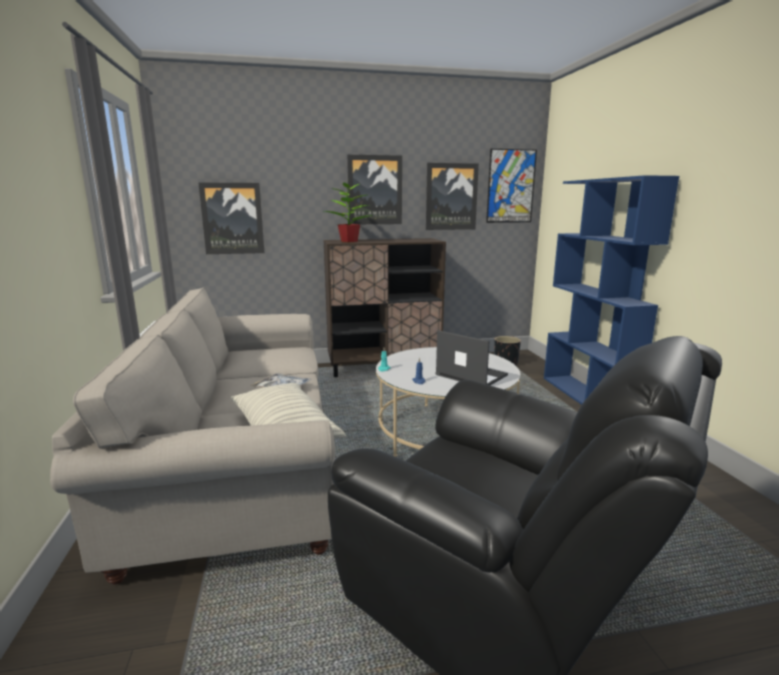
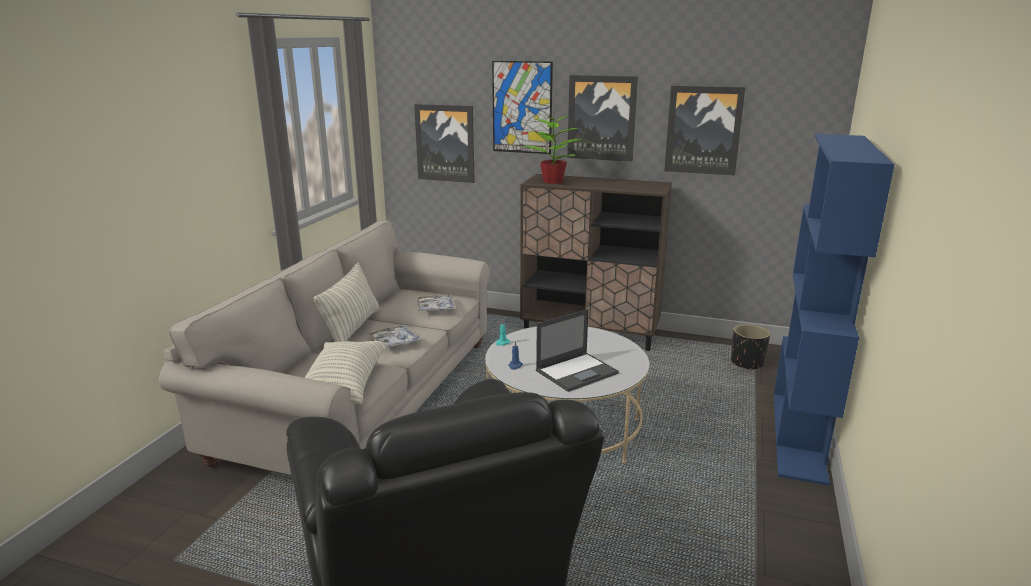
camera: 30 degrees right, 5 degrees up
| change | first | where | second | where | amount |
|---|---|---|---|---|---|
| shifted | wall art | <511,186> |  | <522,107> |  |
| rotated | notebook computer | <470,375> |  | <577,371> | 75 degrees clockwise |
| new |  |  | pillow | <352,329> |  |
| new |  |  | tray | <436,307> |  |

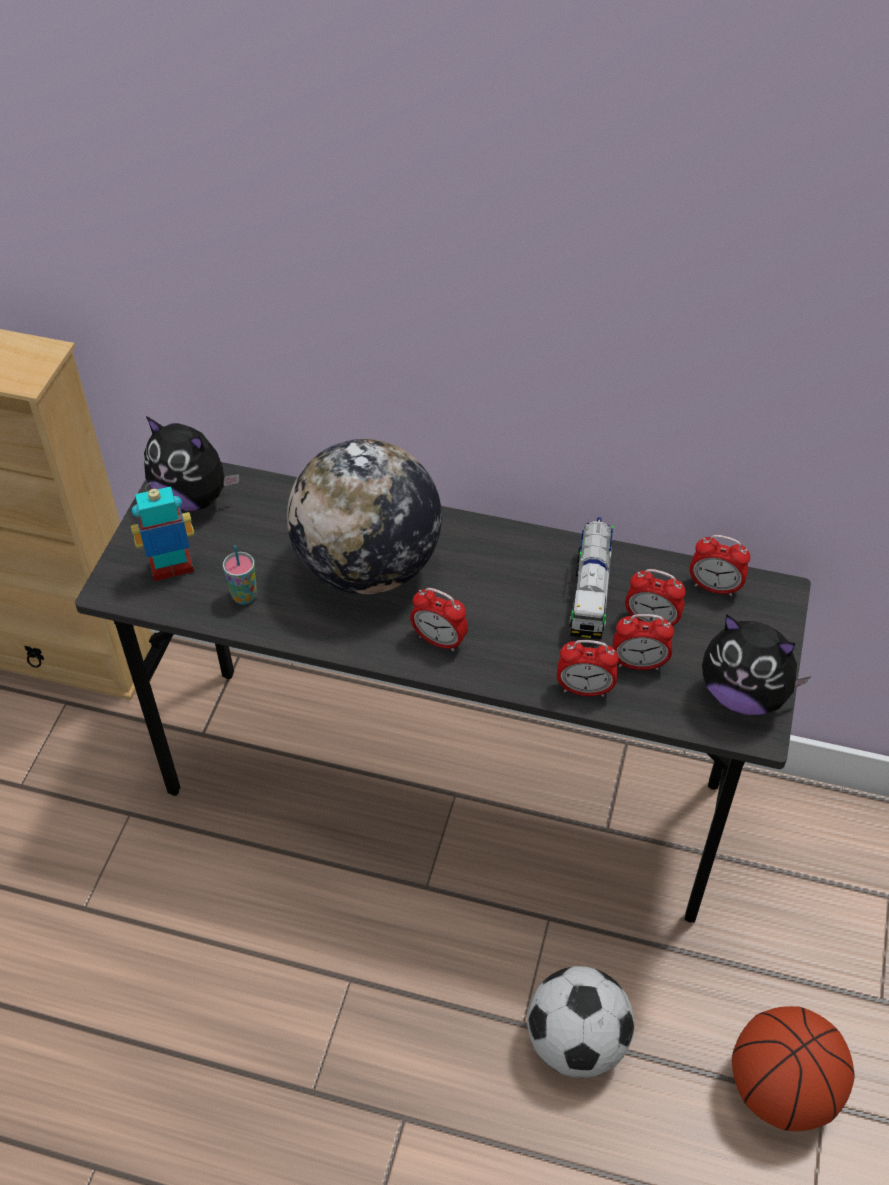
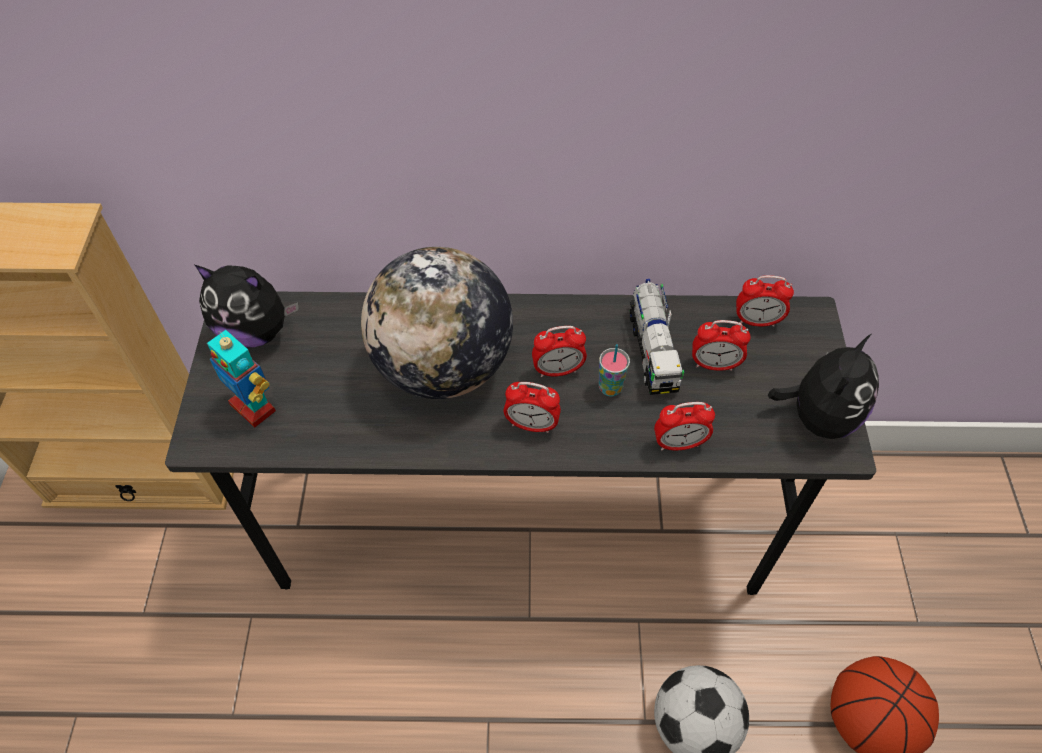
camera: 15 degrees left, 5 degrees up
| change | first | where | second | where | amount |
|---|---|---|---|---|---|
| rotated | toy robot | <172,568> |  | <254,407> | 105 degrees counterclockwise |
| shifted | cup | <244,596> |  | <610,388> |  |
| shifted | bedside clock | <639,663> |  | <558,370> |  |
| rotated | cuddly toy | <743,694> |  | <818,416> | 75 degrees counterclockwise |

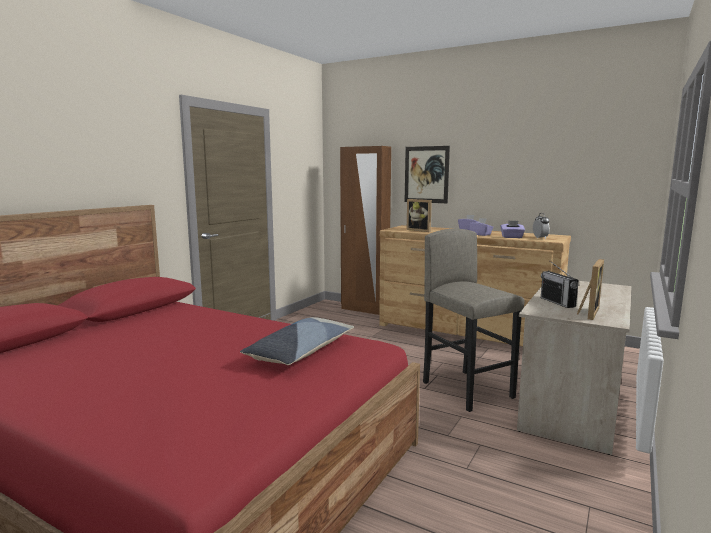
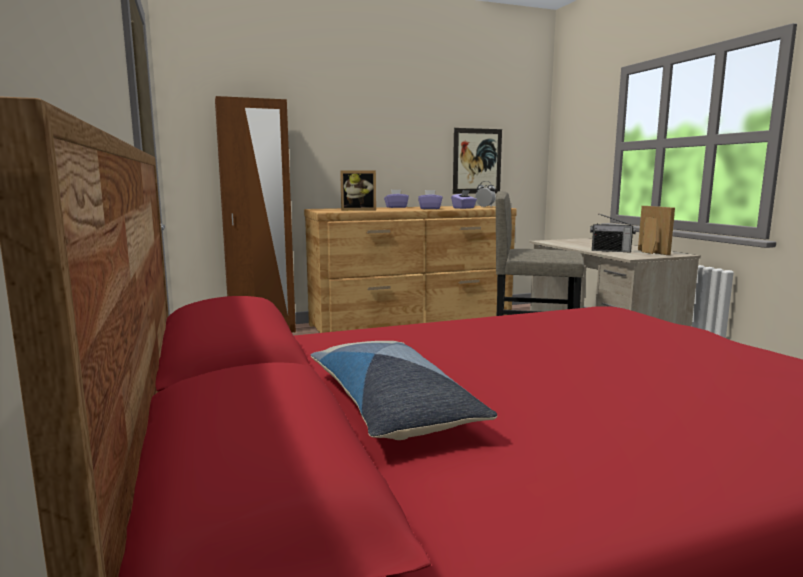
camera: 50 degrees left, 0 degrees up
| change | first | where | second | where | amount |
|---|---|---|---|---|---|
| shifted | wall art | <426,174> |  | <477,161> |  |
| shifted | pillow | <300,351> |  | <390,406> |  |

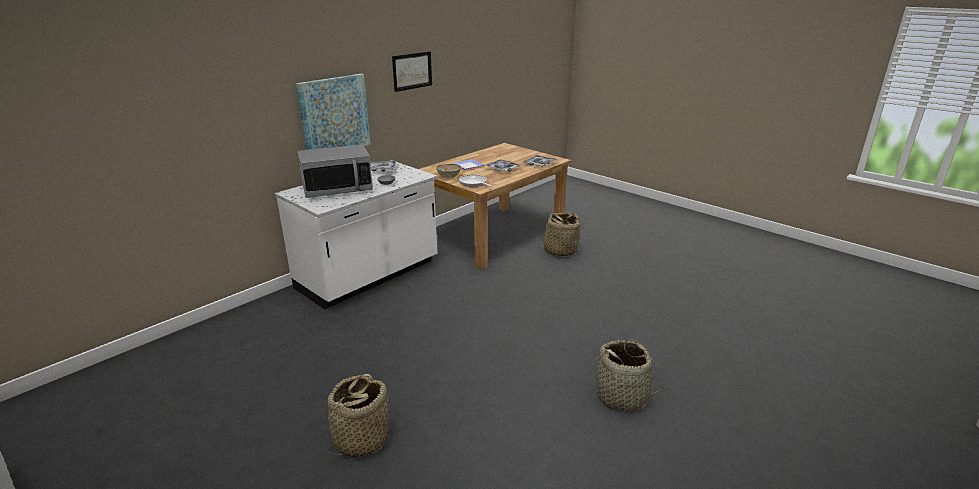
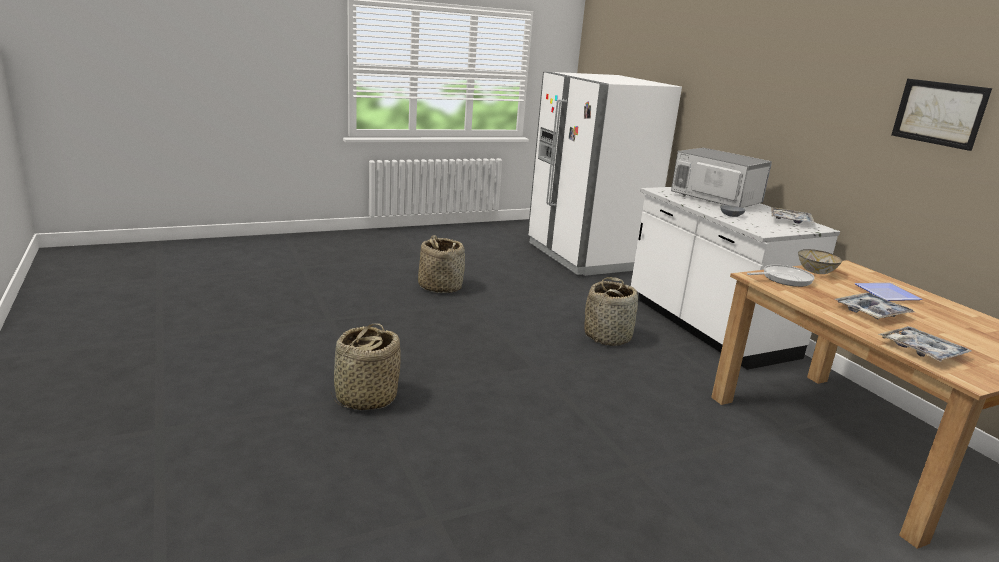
camera: 110 degrees right, 5 degrees down
| change | first | where | second | where | amount |
|---|---|---|---|---|---|
| gone | wall art | <334,115> |  |  |  |
| rotated | microwave | <337,189> |  | <715,199> | 135 degrees clockwise |
| shifted | household basket | <560,250> |  | <608,336> |  |
| new |  |  | refrigerator/white-coloured | <586,256> |  |

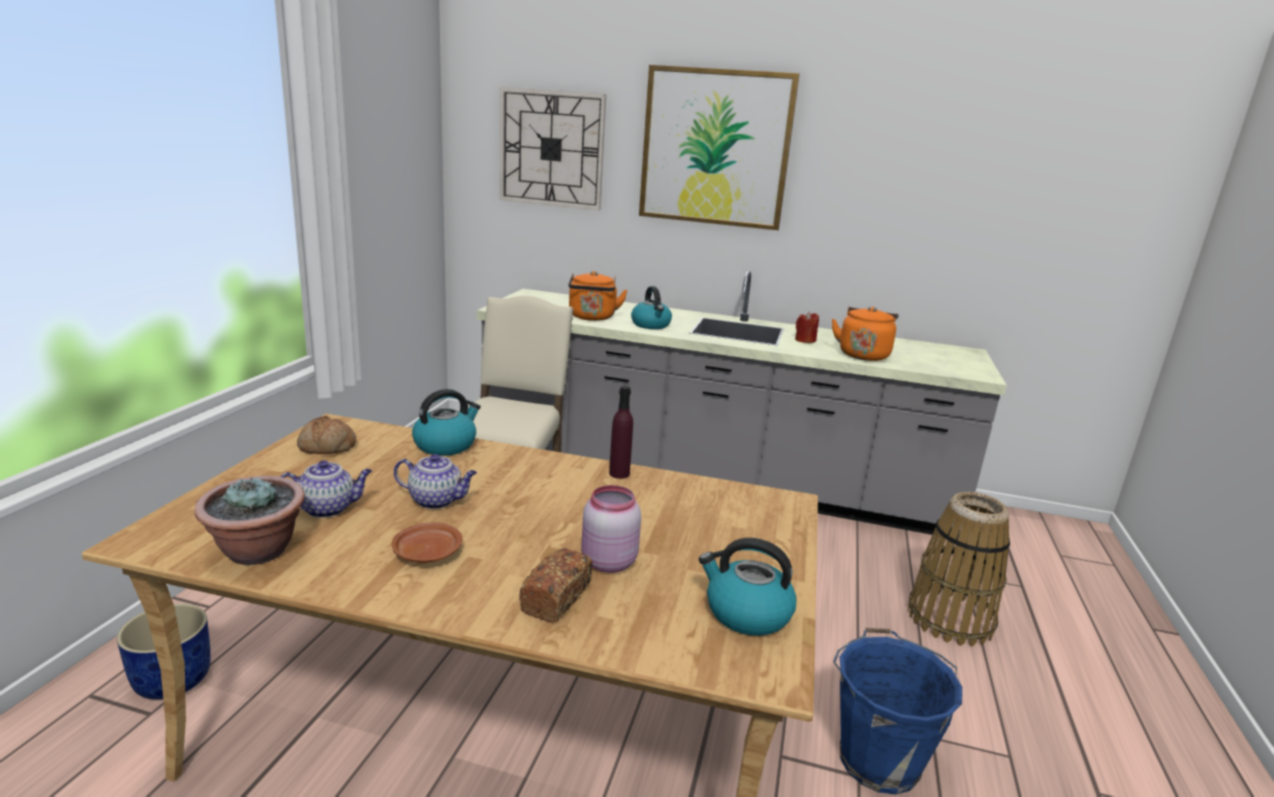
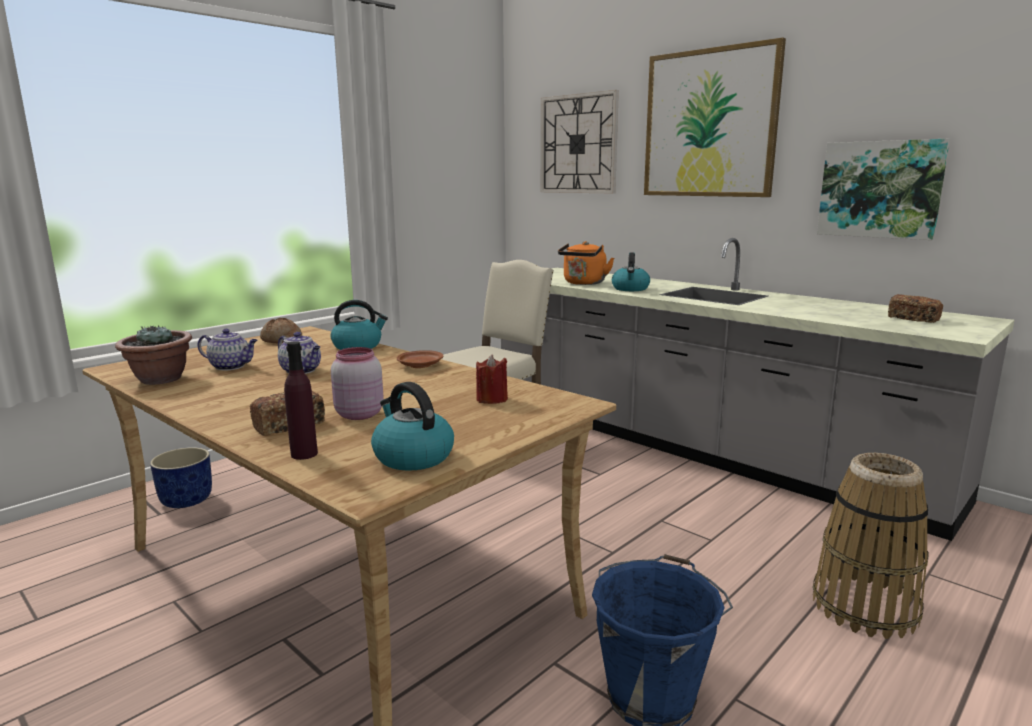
camera: 30 degrees right, 5 degrees down
| change | first | where | second | where | amount |
|---|---|---|---|---|---|
| gone | tea kettle/orange | <863,354> |  |  |  |
| shifted | wax light/red | <805,340> |  | <492,399> |  |
| shifted | bottle/purple | <619,474> |  | <304,454> |  |
| shifted | plate/brown-coloured | <427,553> |  | <420,366> |  |
| new |  |  | wall art | <880,189> |  |
| new |  |  | bakery bread | <913,319> |  |

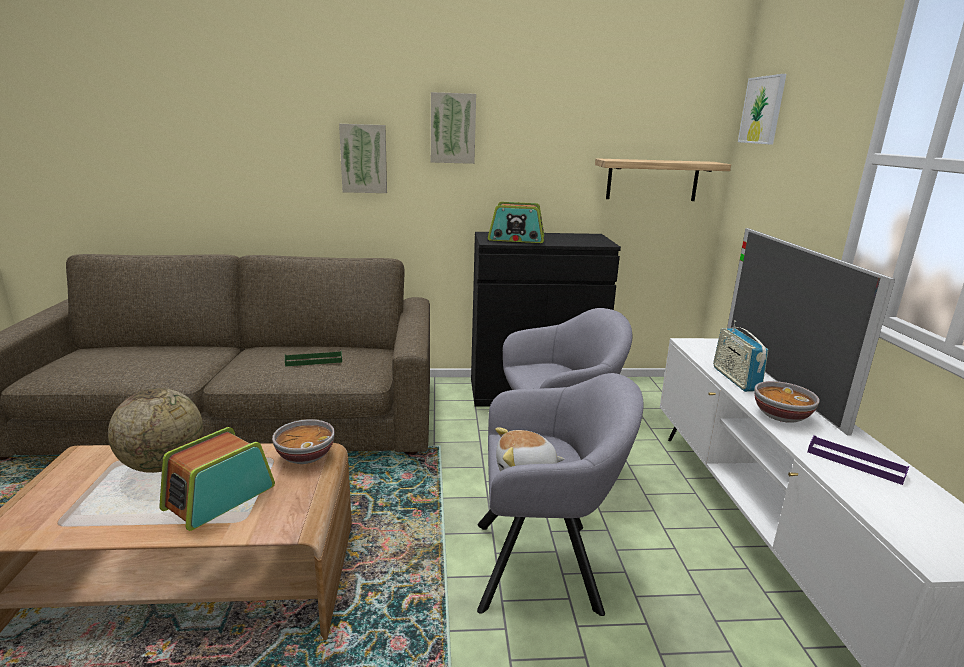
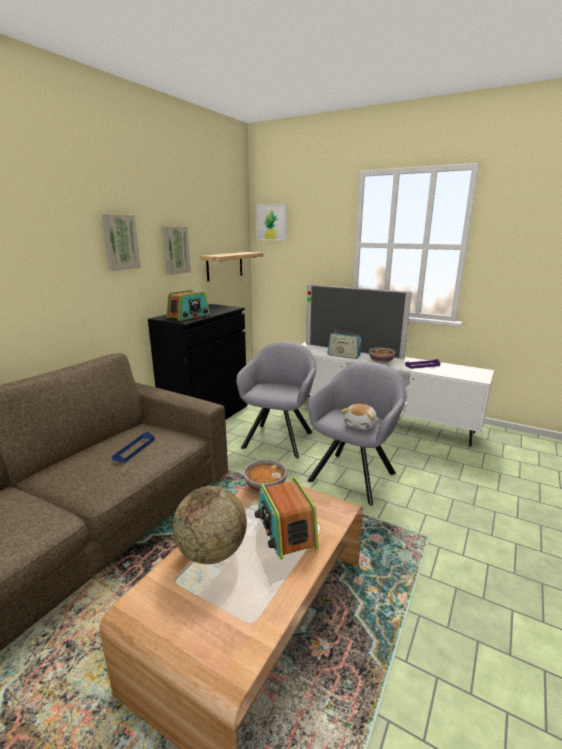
camera: 55 degrees left, 0 degrees up
| change | first | where | second | where | amount |
|---|---|---|---|---|---|
| shifted | wall art | <364,158> |  | <175,250> |  |
| repainted | tray/greenish | <314,361> | tray/blue | <134,449> |  |

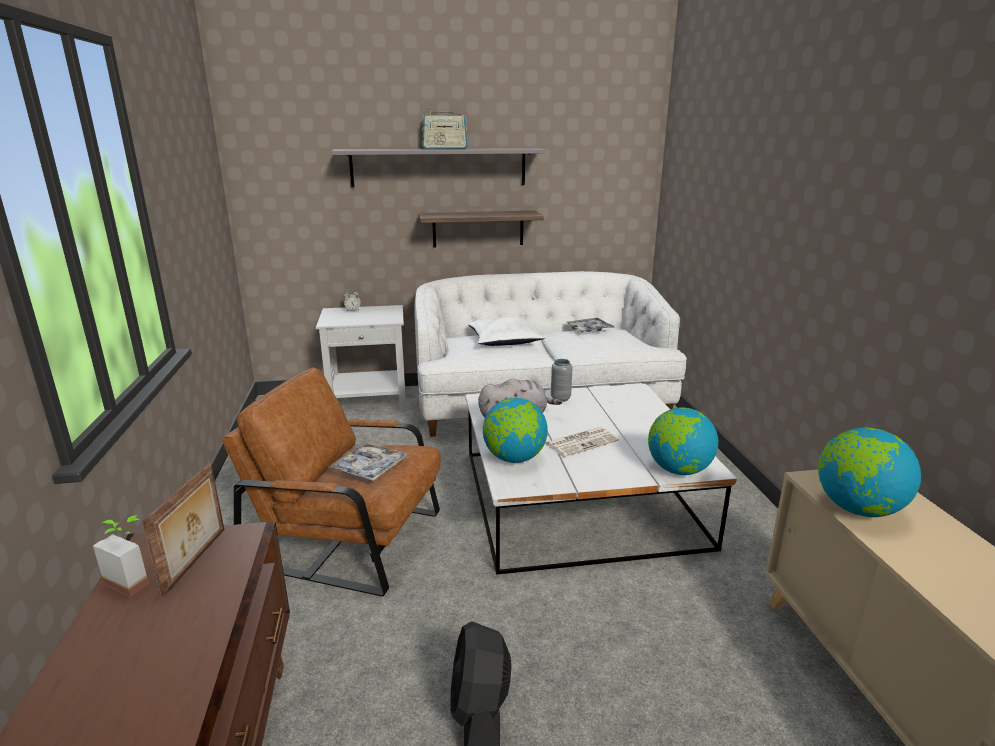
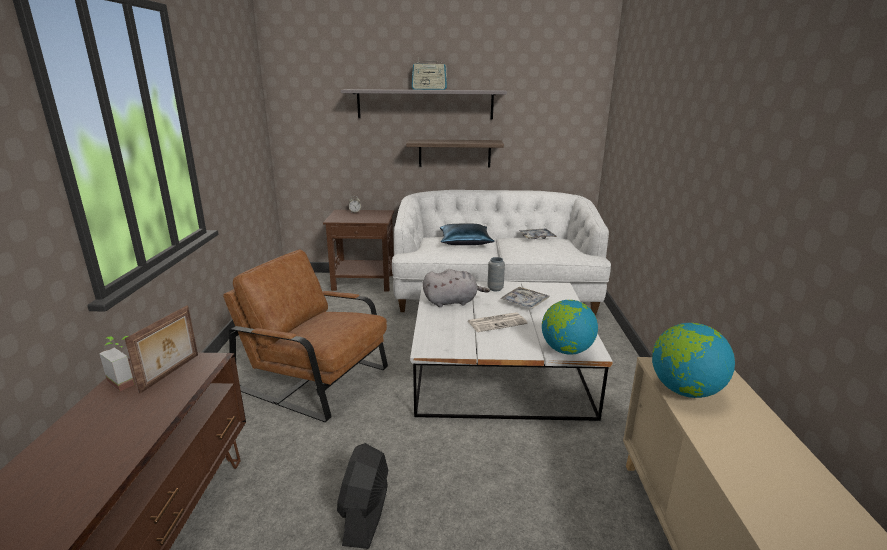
camera: 10 degrees right, 0 degrees up
| change | first | where | second | where | amount |
|---|---|---|---|---|---|
| repainted | end table/white-coloured | <369,401> | end table/brown-coloured | <364,282> |  |
| repainted | pillow/white-coloured | <504,340> | pillow/blue | <465,242> |  |
| gone | desk globe | <514,458> |  |  |  |
| shifted | tray | <369,467> |  | <524,302> |  |

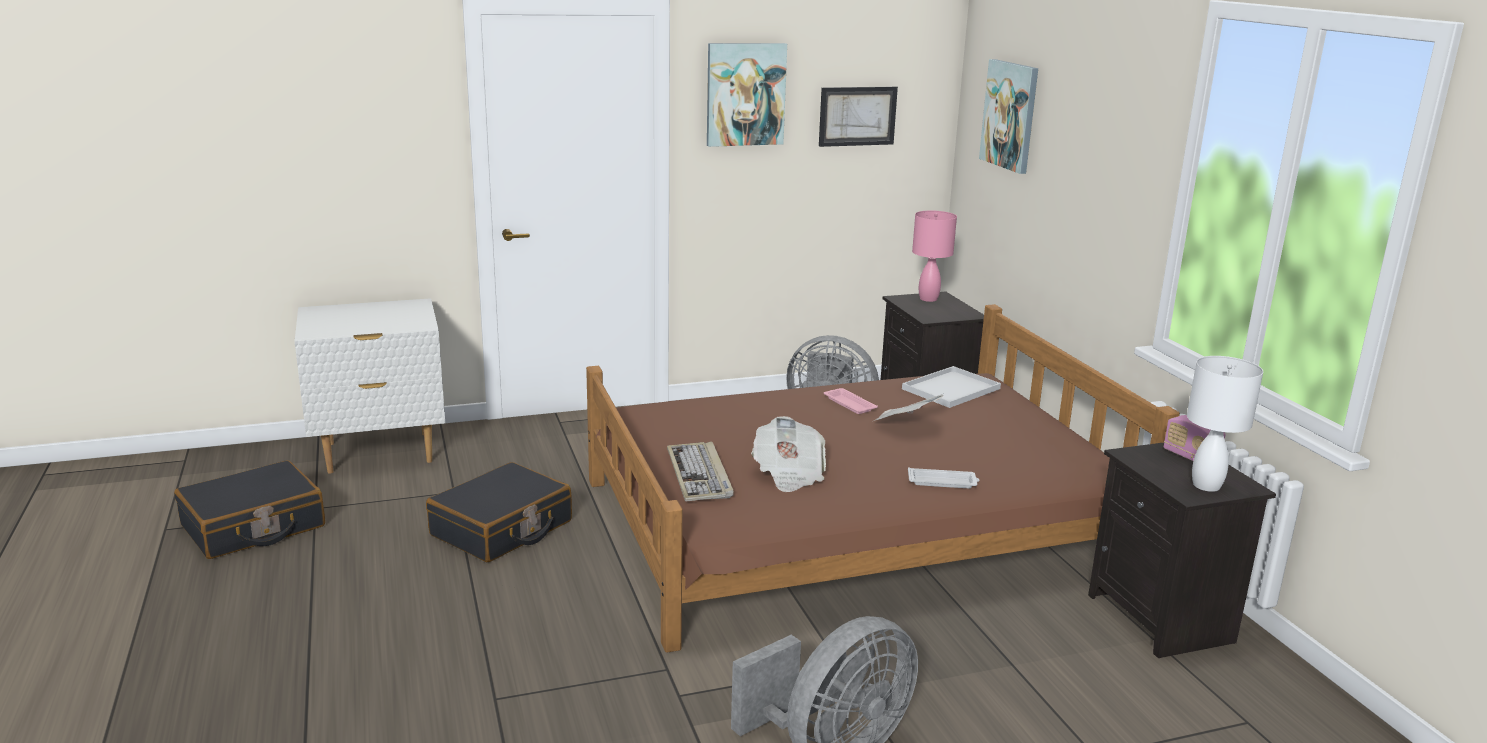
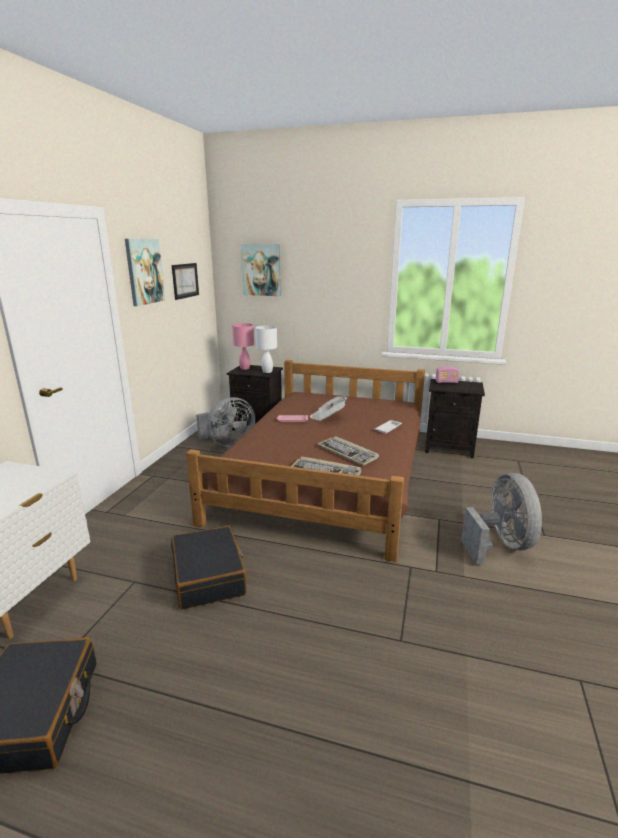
camera: 55 degrees left, 0 degrees up
| change | first | where | second | where | amount |
|---|---|---|---|---|---|
| shifted | tabletop lamp/white-coloured | <1207,485> |  | <267,371> |  |
| gone | tray/white-coloured | <951,388> |  |  |  |
| swapped | daily paper | <788,474> | PC keyboard | <348,453> |  |

